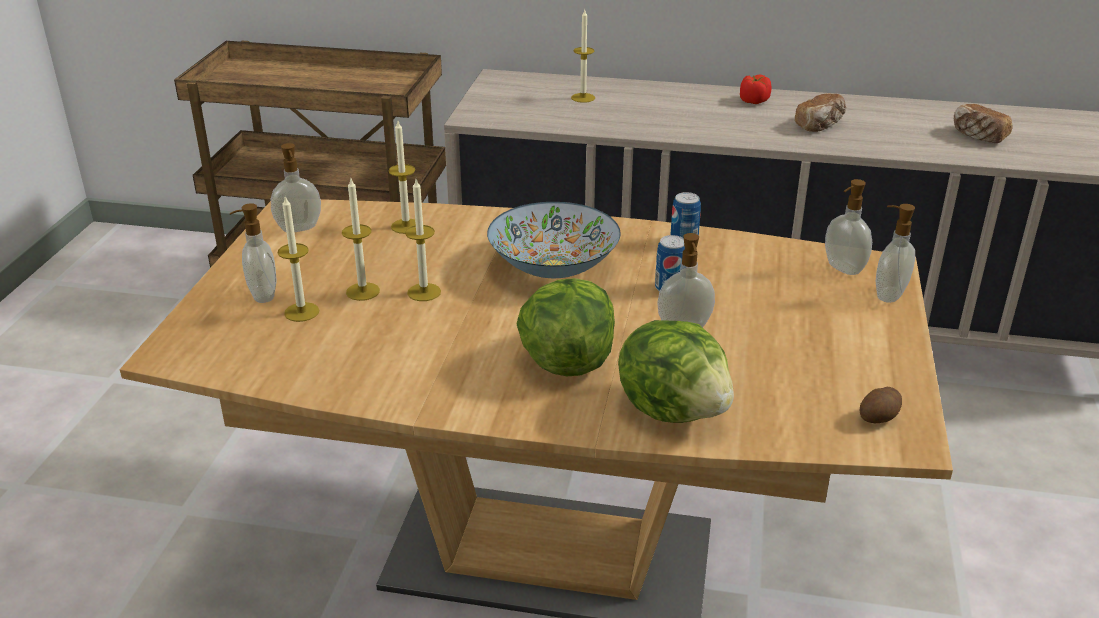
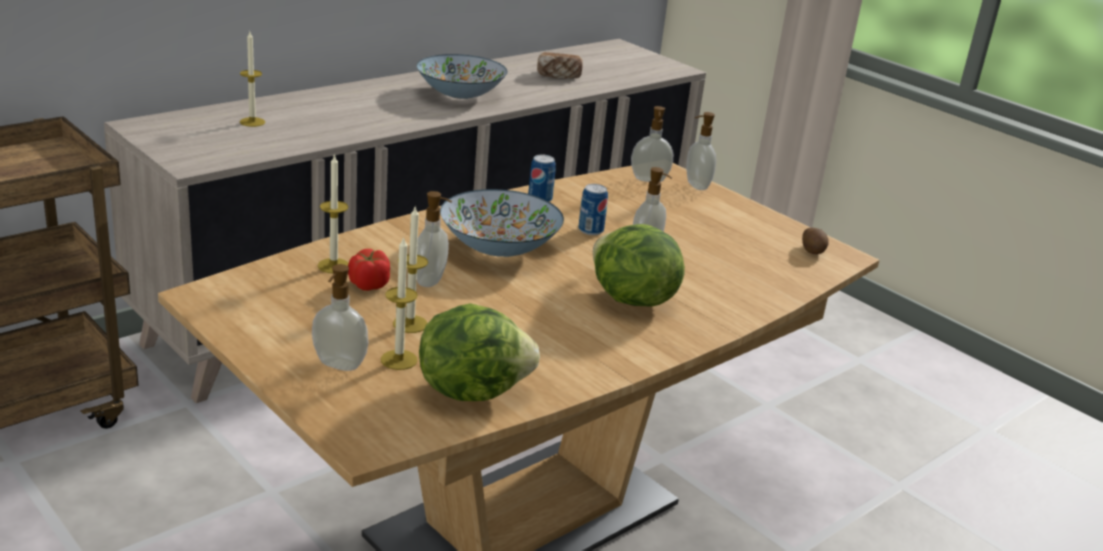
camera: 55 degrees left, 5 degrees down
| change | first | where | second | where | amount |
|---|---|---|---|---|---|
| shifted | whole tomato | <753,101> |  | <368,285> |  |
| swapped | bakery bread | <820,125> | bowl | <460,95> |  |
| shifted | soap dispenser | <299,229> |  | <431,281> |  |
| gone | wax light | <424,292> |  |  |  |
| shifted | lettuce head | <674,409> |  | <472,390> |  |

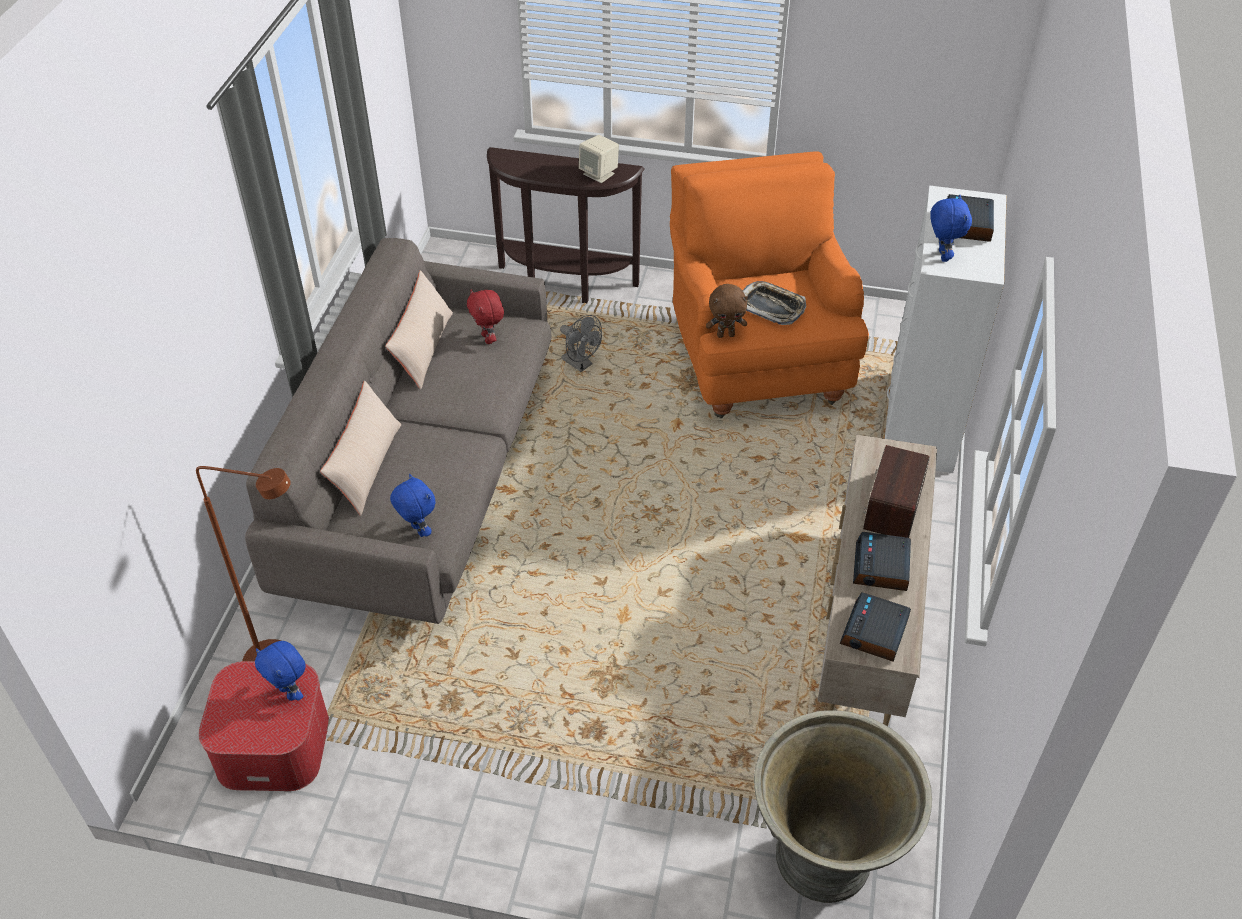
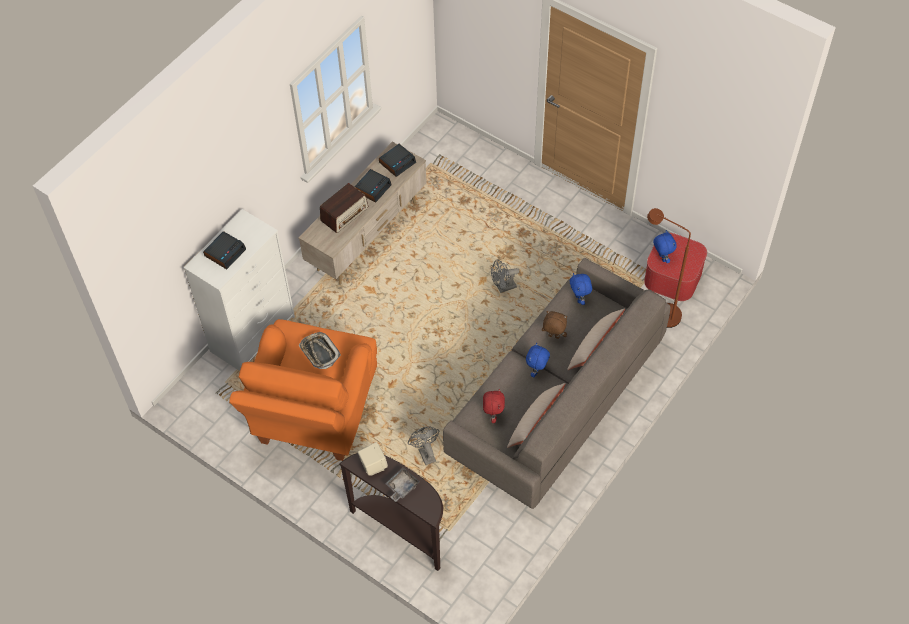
camera: 155 degrees left, 10 degrees up
| change | first | where | second | where | amount |
|---|---|---|---|---|---|
| shifted | cuddly toy/blue | <941,256> |  | <537,371> |  |
| shifted | cuddly toy/brown-coloured | <726,335> |  | <553,337> |  |
| gone | plant pot/gray | <824,860> |  |  |  |
| new |  |  | electric fan/gray | <503,288> |  |
| new |  |  | tray/gray | <402,486> |  |

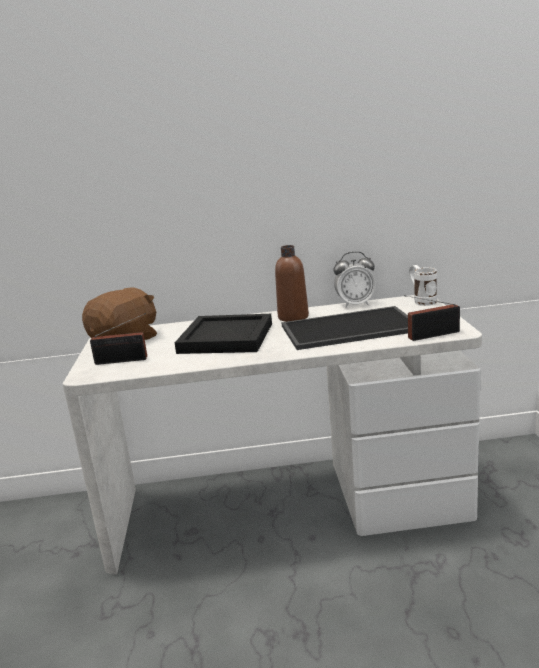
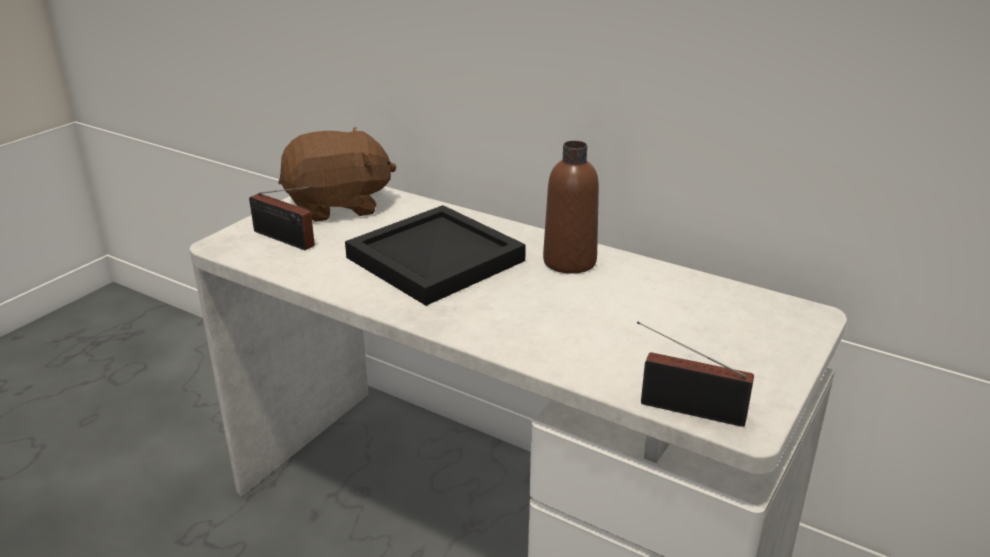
camera: 35 degrees right, 10 degrees up
| change | first | where | second | where | amount |
|---|---|---|---|---|---|
| gone | bedside clock | <355,304> |  |  |  |
| gone | tea mug/white-coloured | <422,301> |  |  |  |
| gone | tray | <348,329> |  |  |  |

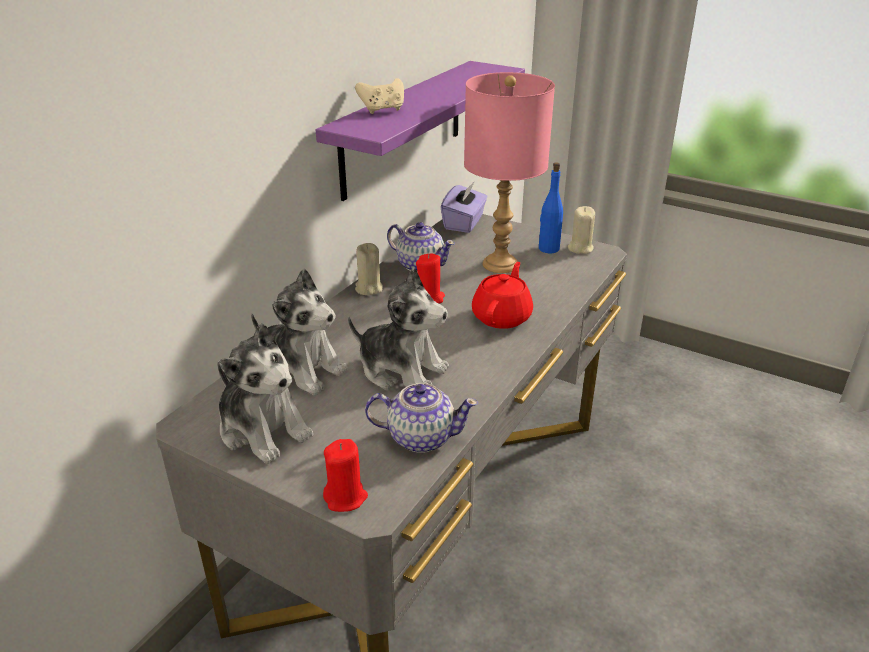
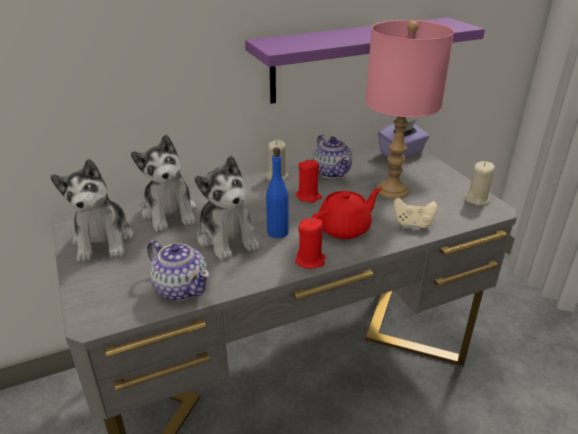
camera: 35 degrees right, 0 degrees up
| change | first | where | second | where | amount |
|---|---|---|---|---|---|
| shifted | game controller/sand-coloured | <382,110> |  | <412,224> |  |
| shifted | bottle/blue | <548,248> |  | <277,232> |  |
| shifted | wax light/red | <346,497> |  | <310,260> |  |

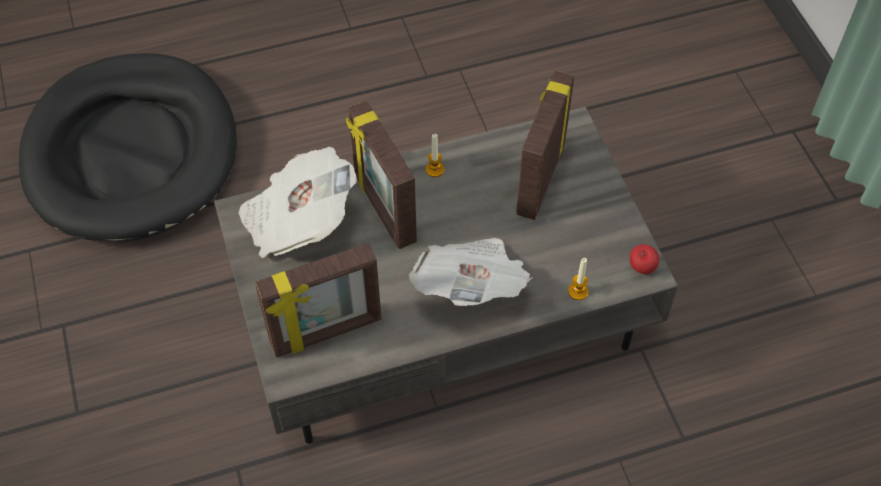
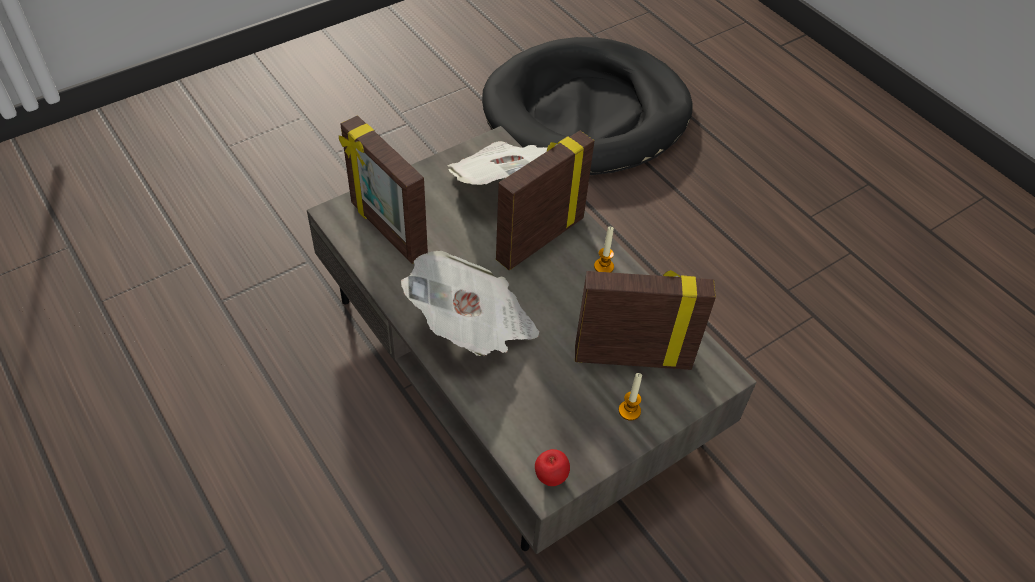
camera: 70 degrees right, 5 degrees down
| change | first | where | second | where | amount |
|---|---|---|---|---|---|
| shifted | wax light | <578,291> |  | <629,411> |  |

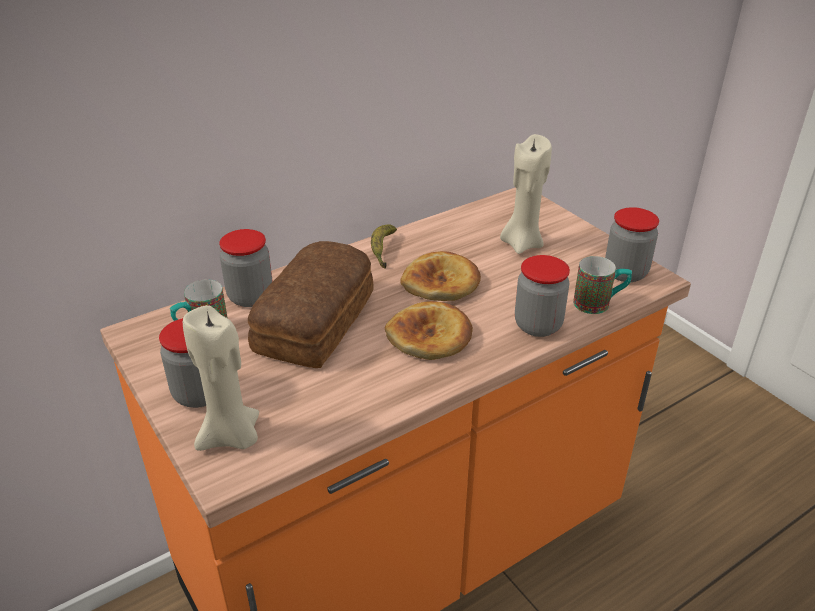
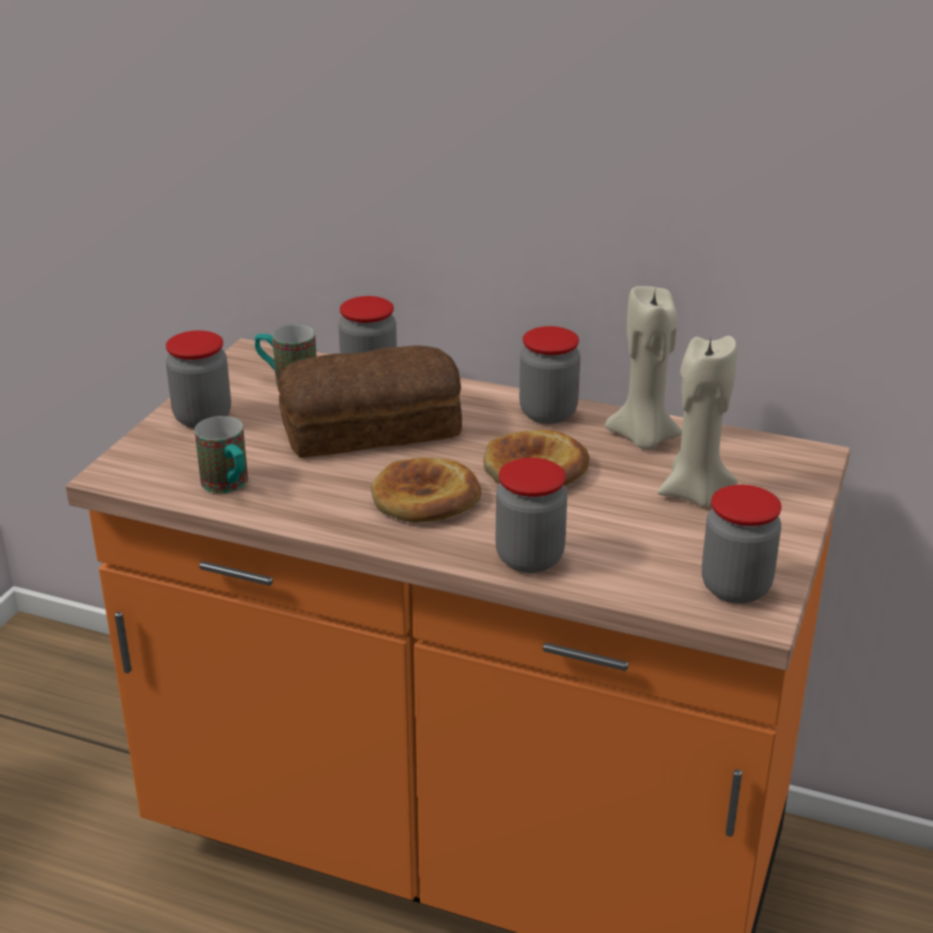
camera: 55 degrees right, 5 degrees down
| change | first | where | second | where | amount |
|---|---|---|---|---|---|
| swapped | banana fruit | <382,250> | jar | <548,413> |  |
| shifted | tea mug | <599,304> |  | <229,486> |  |
| shifted | wax light/sand-coloured | <232,437> |  | <643,438> |  |

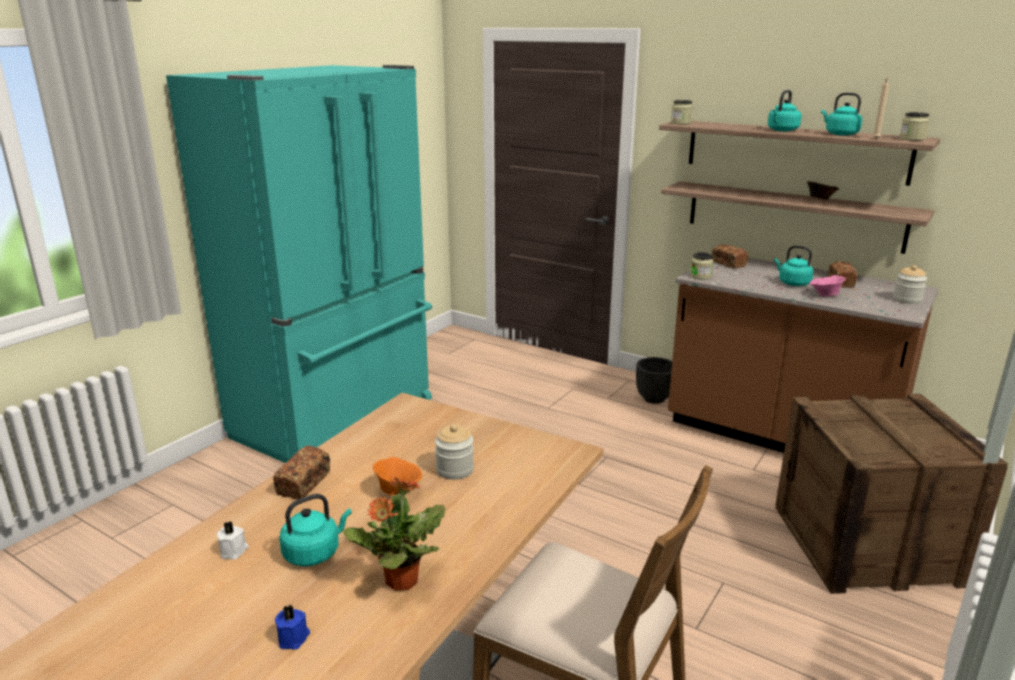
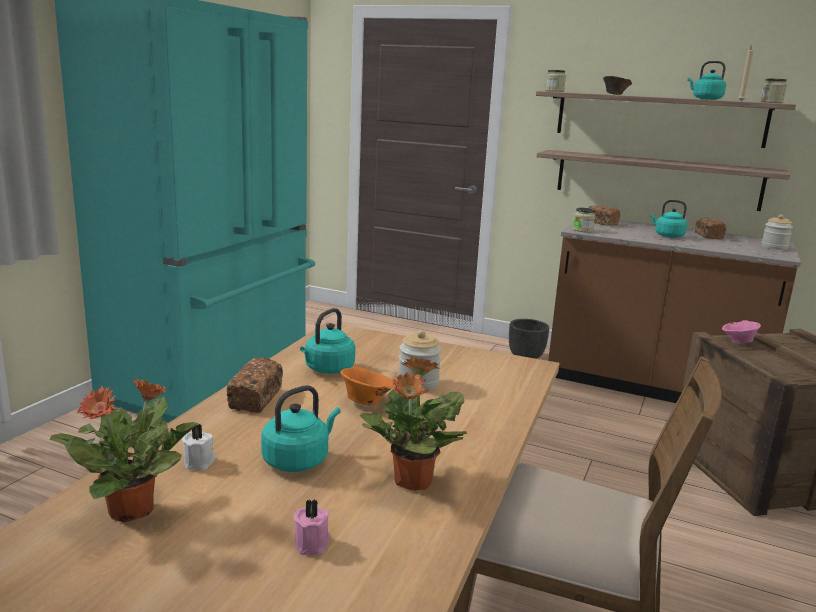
camera: 10 degrees left, 5 degrees down
| change | first | where | second | where | amount |
|---|---|---|---|---|---|
| shifted | tea kettle/blue-green | <782,130> |  | <327,369> |  |
| shifted | bowl/brown-coloured | <820,199> |  | <615,94> |  |
| shifted | bowl/pink-coloured | <825,295> |  | <738,342> |  |
| repainted | wax light/blue | <294,638> | wax light/pink-coloured | <313,543> |  |
| new |  |  | potted plant | <133,510> |  |

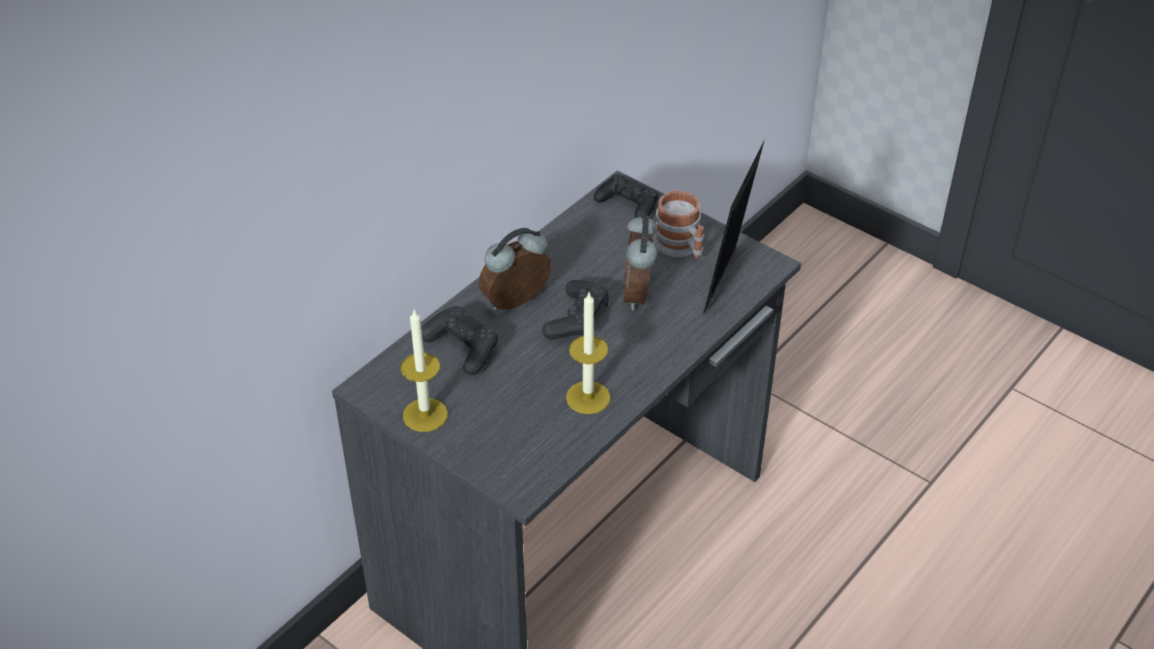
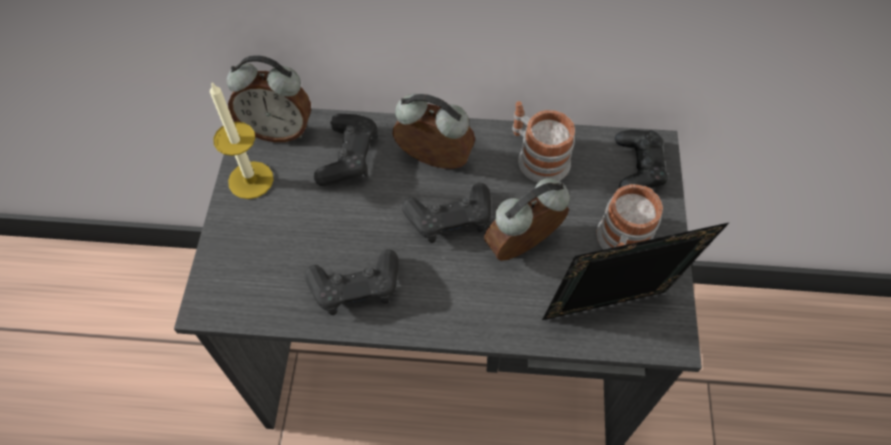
camera: 55 degrees right, 15 degrees up
| change | first | where | second | where | amount |
|---|---|---|---|---|---|
| swapped | wax light | <588,397> | game controller/black-coloured | <356,287> |  |
| new |  |  | bedside clock | <278,130> |  |
| new |  |  | tea mug | <537,157> |  |

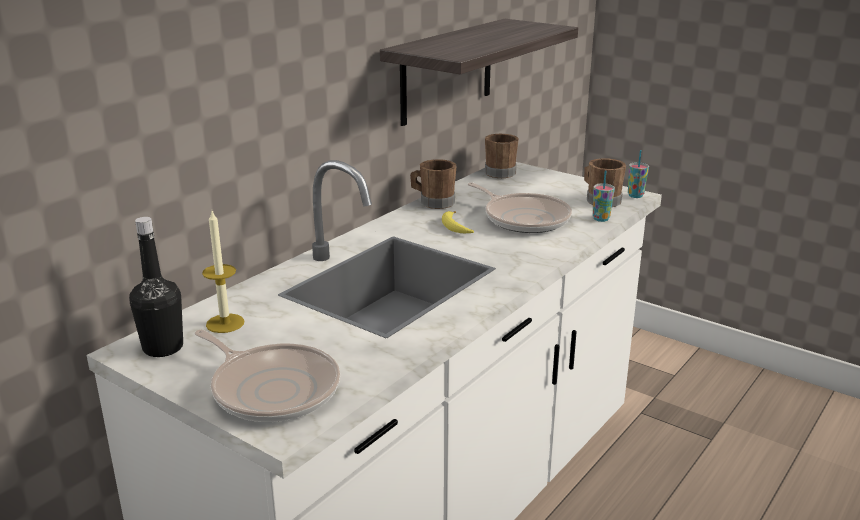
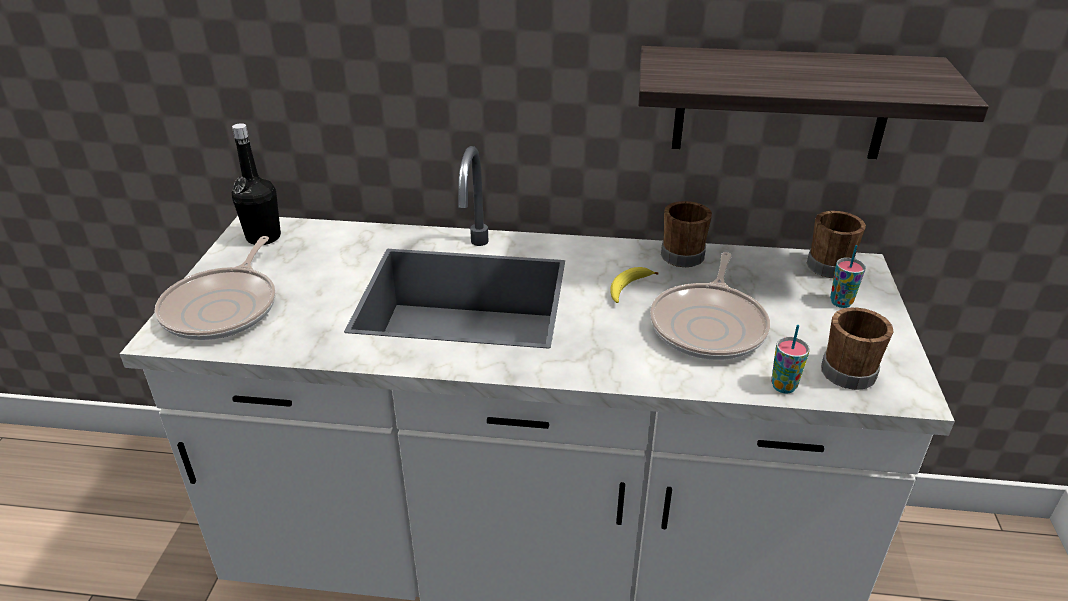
camera: 60 degrees right, 10 degrees up
| change | first | where | second | where | amount |
|---|---|---|---|---|---|
| shifted | cup | <635,195> |  | <841,302> |  |
| gone | wax light | <225,323> |  |  |  |

